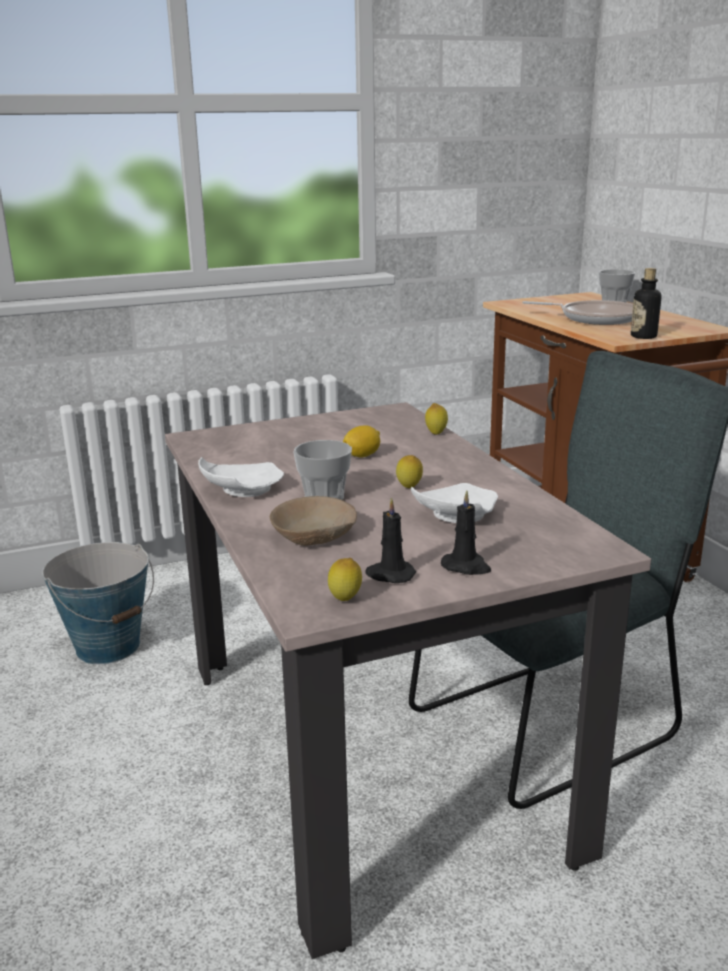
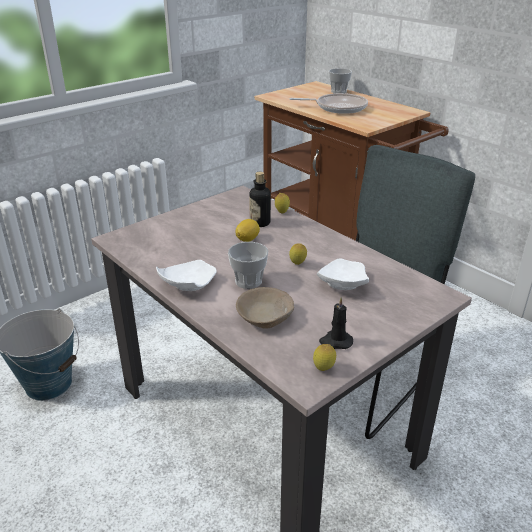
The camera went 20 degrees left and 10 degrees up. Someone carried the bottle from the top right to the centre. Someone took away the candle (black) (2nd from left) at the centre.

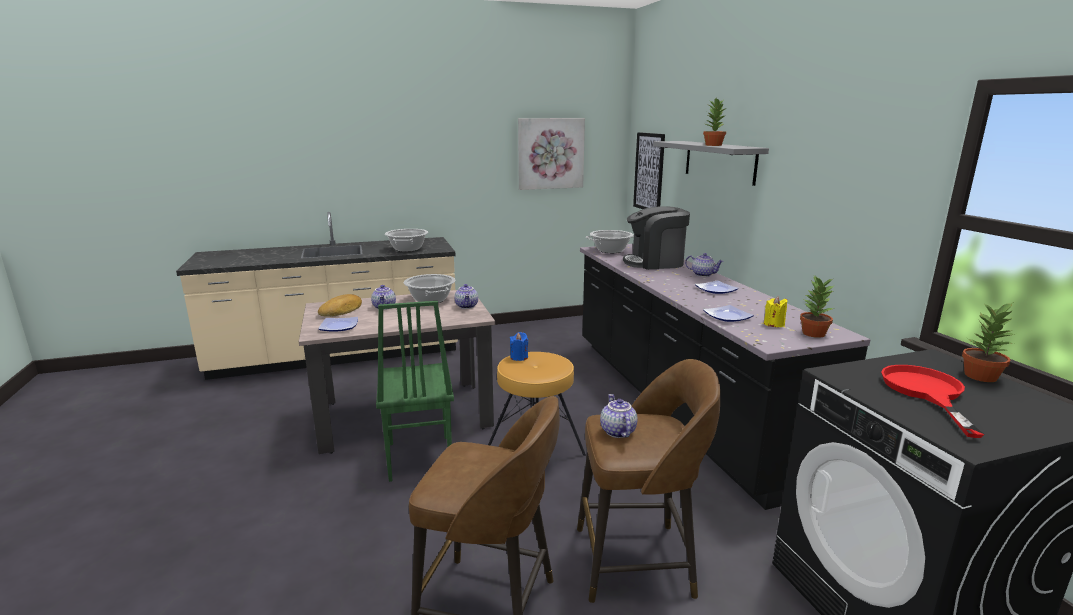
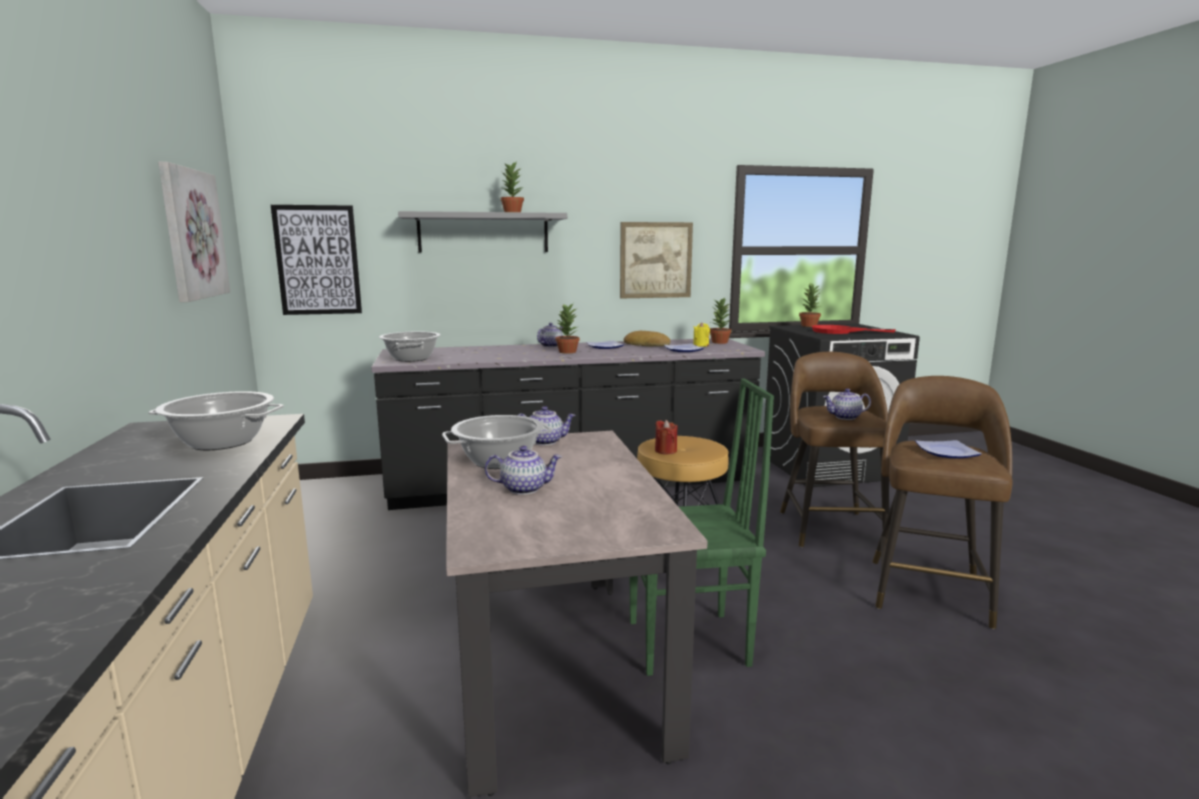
The camera went 85 degrees left and 5 degrees down. Someone put down the potted plant (2nd from left) at the centre. Someone put up the picture (3rd from left) at the top centre. Someone carried the bread from the middle left to the centre. Someone repainted the candle (blue) at the centre, which became the candle (red) at the centre. Someone carried the plate (1st from left in the first image) from the middle left to the middle right. Someone took away the coffee machine at the centre.

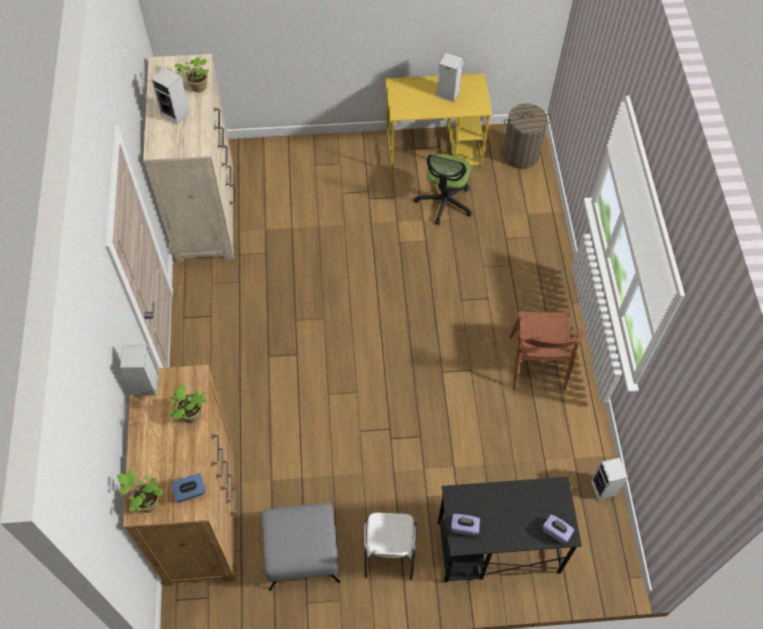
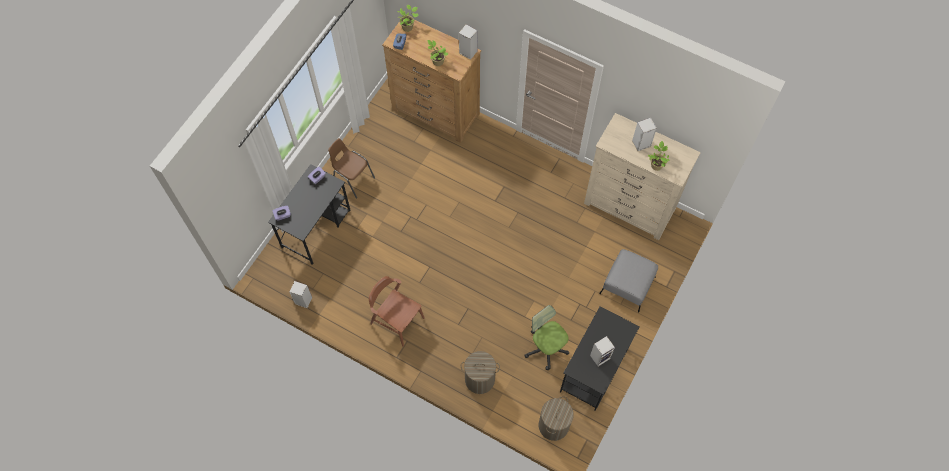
The camera went 125 degrees right and 5 degrees up. Someone repainted the chair (white) at the bottom centre, which became the chair (brown) (1st from left) at the centre. Someone put down the laundry basket (1st from left) at the bottom centre. Someone repainted the desk (yellow) at the top centre, which became the desk (black) (2nd from left) at the bottom centre. Someone carried the ottoman (grey) from the bottom centre to the centre.

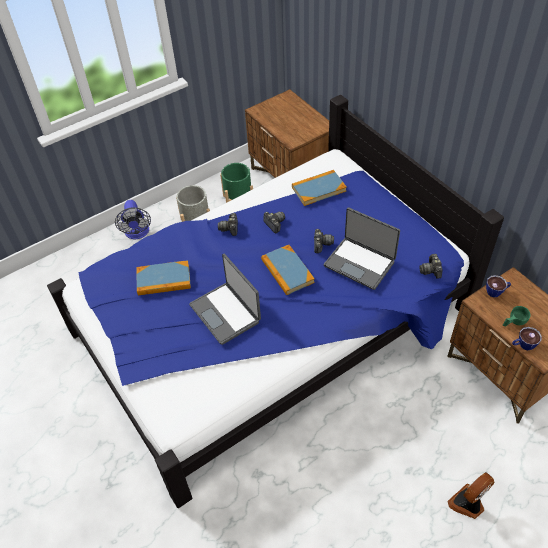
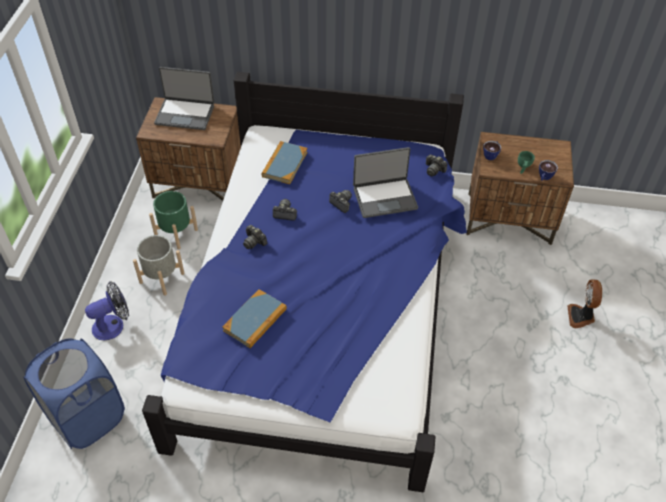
The camera went 50 degrees left and 0 degrees up. Someone put down the laundry basket (blue) at the bottom left. Someone rotated the fan (1st from left) at the middle left by 60 degrees counterclockwise. Someone carried the laptop (1st from left) from the centre to the top left. Someone took away the book (2nd from left) at the centre.

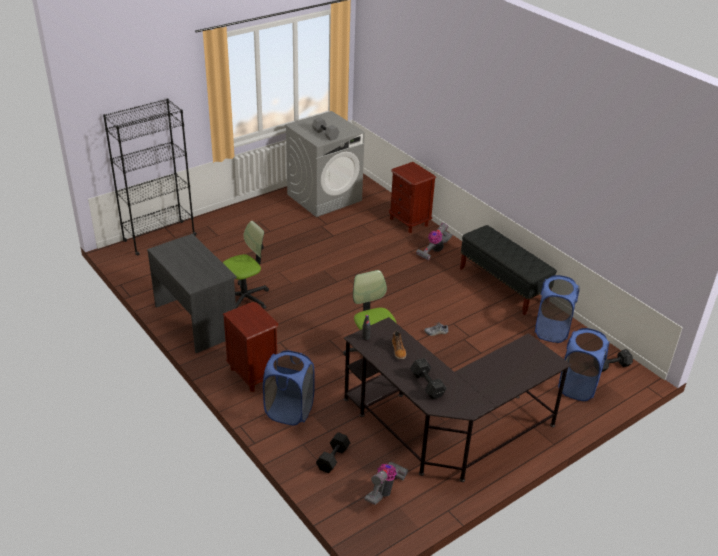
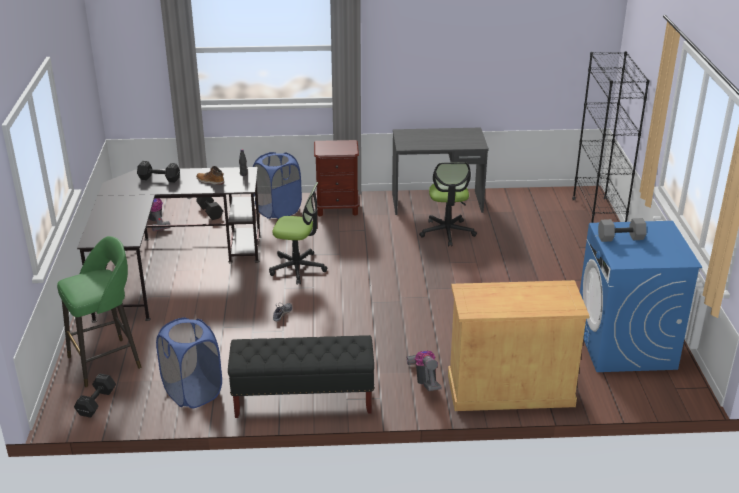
The camera went 125 degrees right and 5 degrees down. Someone swapped the laundry basket (blue) (3rd from left) at the middle right for the stool (green) at the middle left. Someone swapped the nightstand (brown) (2nd from left) at the centre for the cabinet (beige) at the bottom right. Someone repainted the washing machine (grey) at the top centre, which became the washing machine (blue) at the middle right.

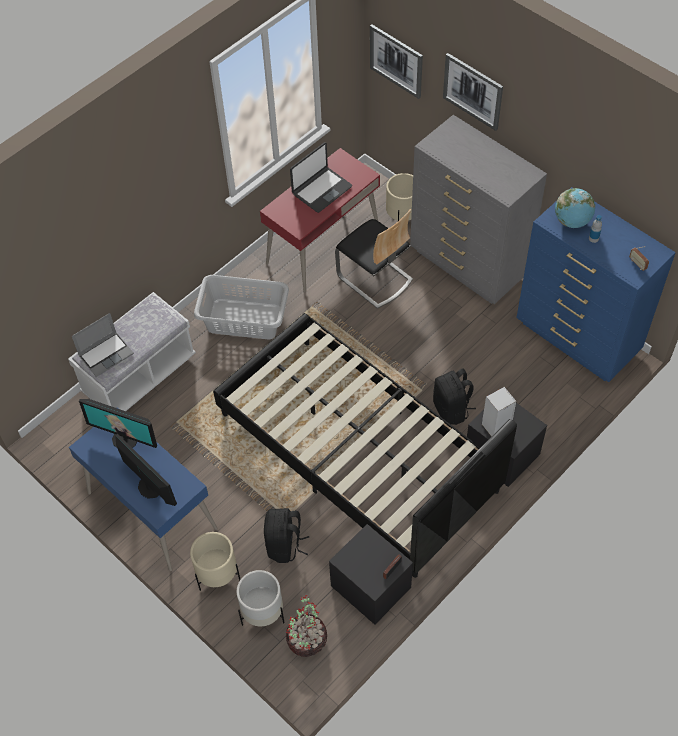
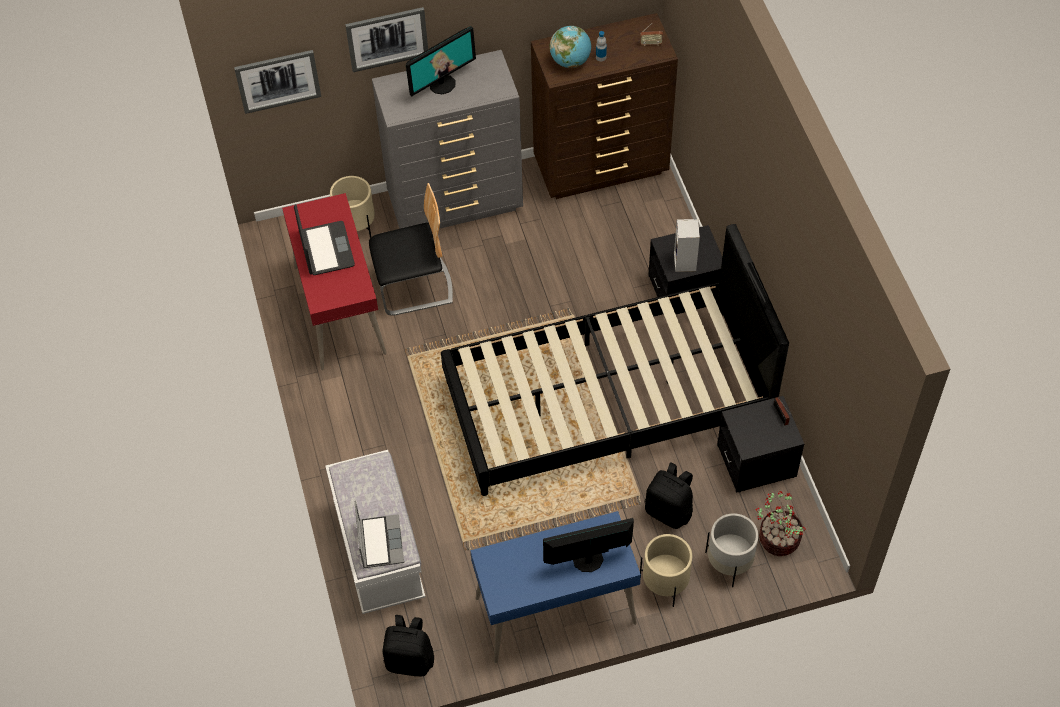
The camera went 60 degrees left and 0 degrees up. Someone carried the backpack (black) (2nd from left in the first image) from the middle right to the bottom centre. Someone carried the monitor (1st from left) from the middle left to the top centre. Someone repainted the dresser (blue) at the middle right, which became the dresser (brown) at the top centre. Someone took away the laundry basket (grey) at the centre.

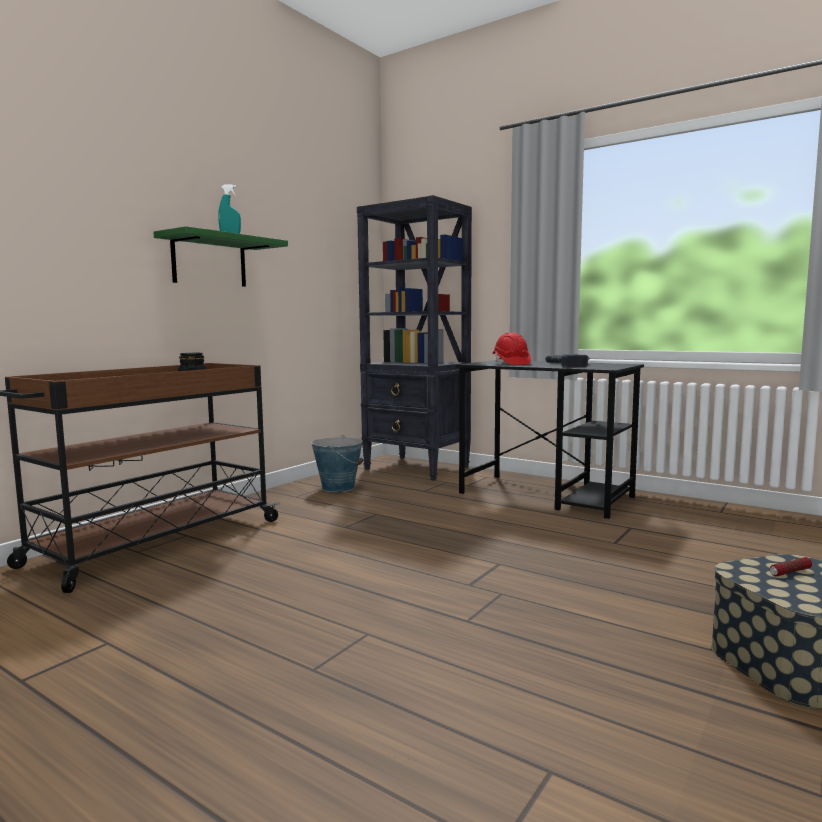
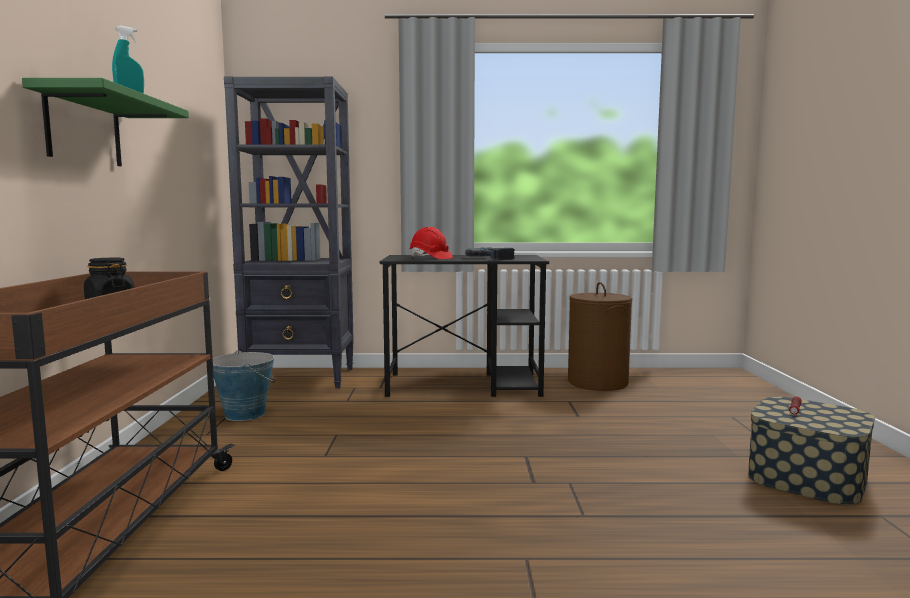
The camera went 35 degrees left and 0 degrees up. Someone put down the laundry basket (brown) at the centre.

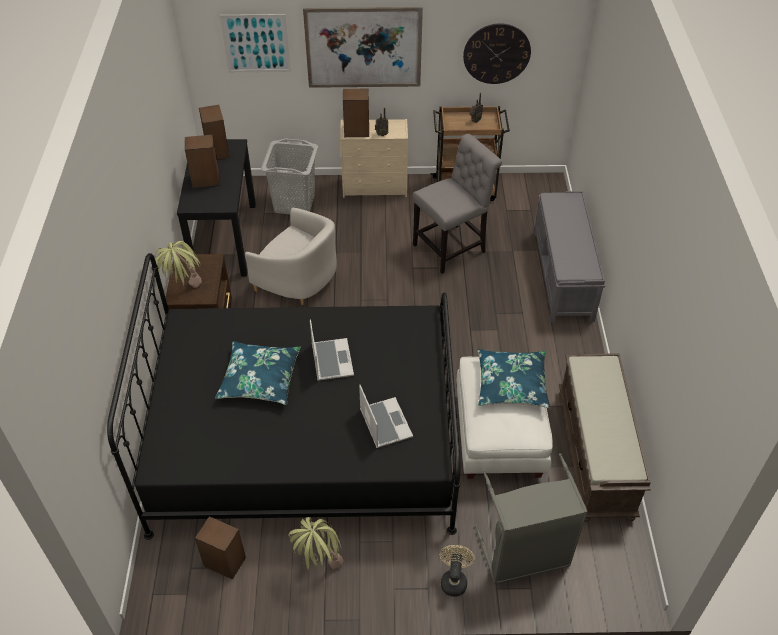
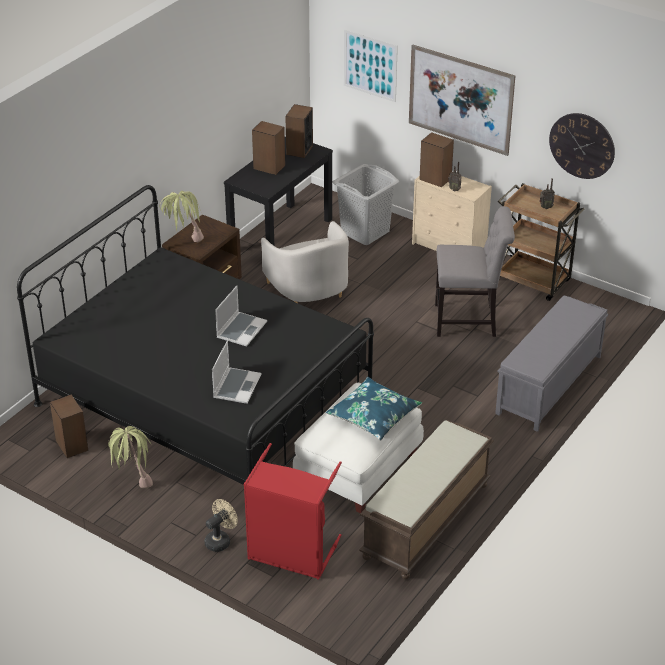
The camera went 35 degrees right and 10 degrees down. Someone repainted the laundry basket (grey) (2nd from left) at the bottom right, which became the laundry basket (red) at the bottom centre. Someone took away the pillow (blue) (1st from left) at the middle left.

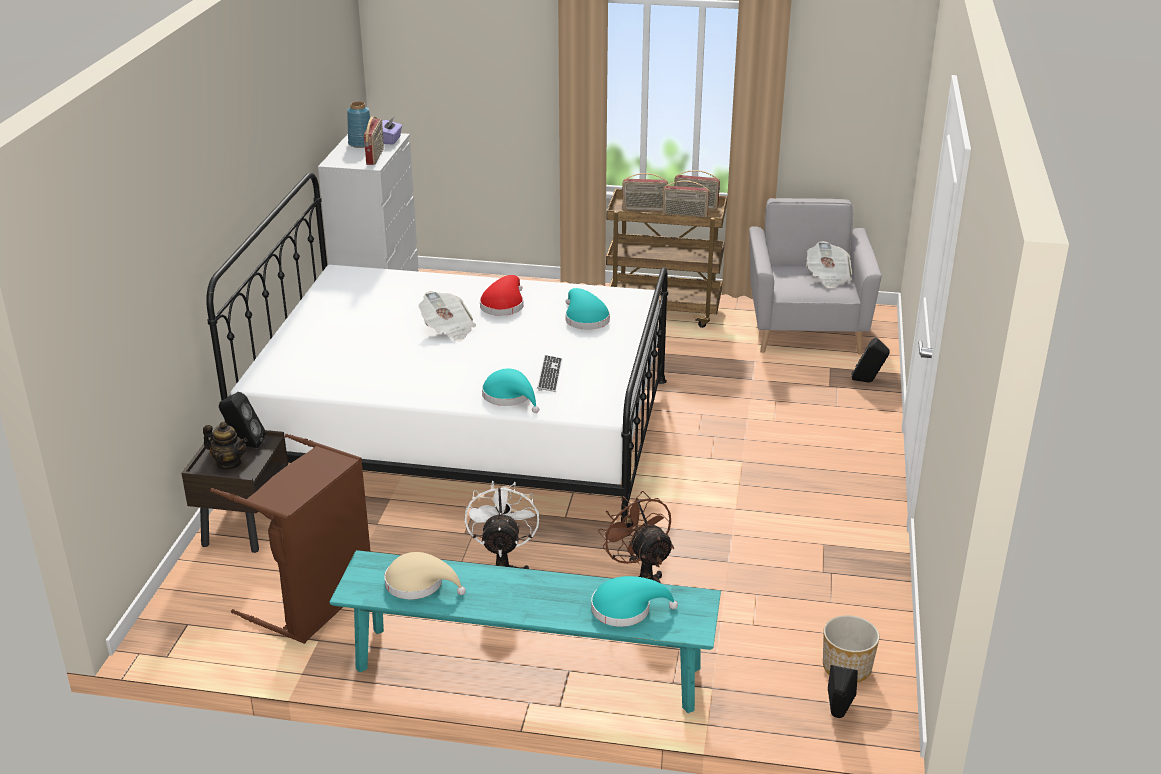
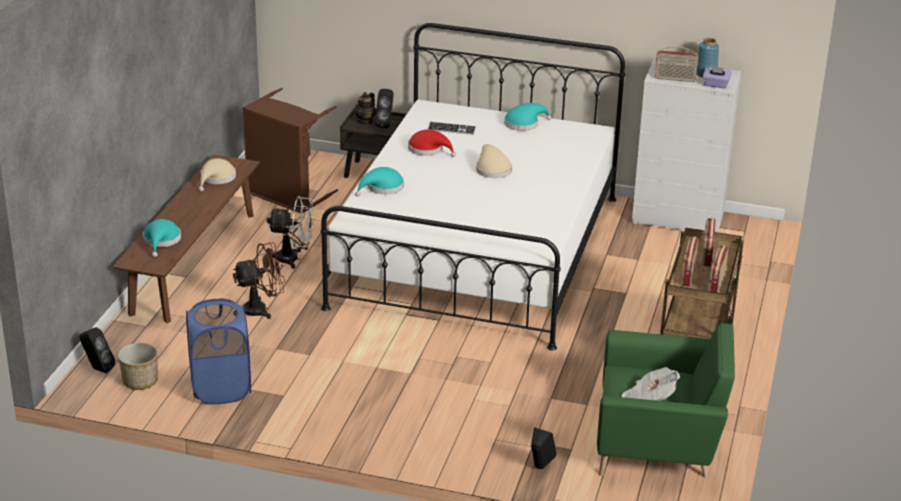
The camera went 95 degrees right and 0 degrees up. Someone repainted the bench (turquoise) at the bottom centre, which became the bench (brown) at the middle left. Someone put down the laundry basket (blue) at the bottom left. Someone carried the hat (red) from the centre to the top centre. Someone carried the keyboard from the centre to the top centre. Someone swapped the newspaper (1st from left) at the centre for the hat (beige) (2nd from left) at the top centre. Someone carried the hat (turquoise) (2nd from left in the first image) from the centre to the top centre. Someone repainted the armchair (grey) at the middle right, which became the armchair (green) at the bottom right.

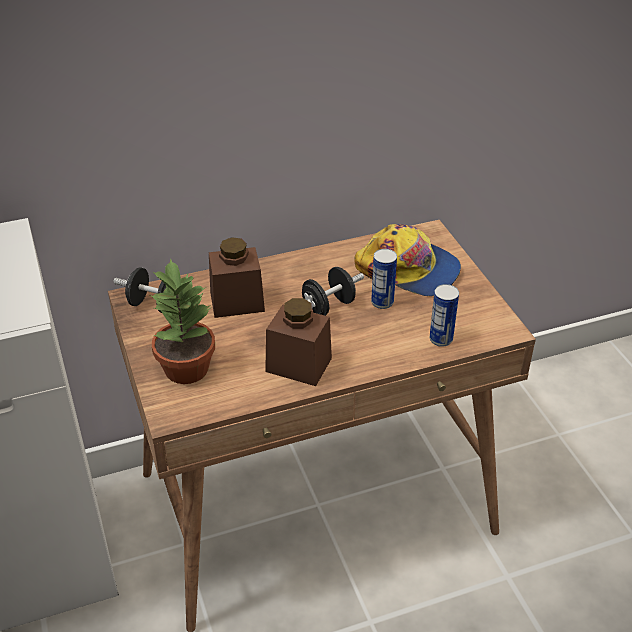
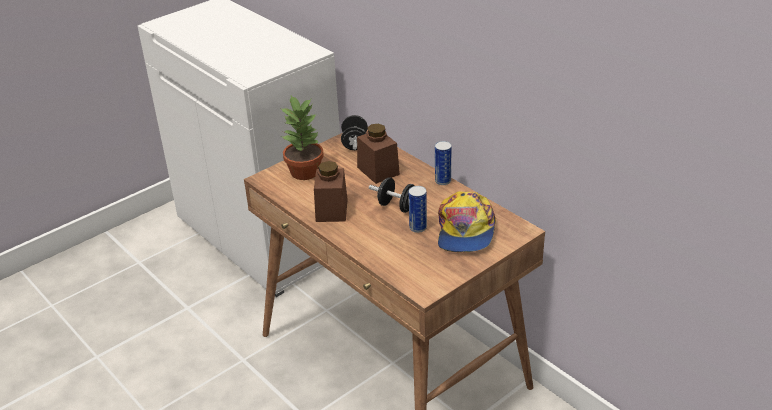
The camera went 70 degrees right and 5 degrees down. Someone carried the can (2nd from left) from the middle right to the centre.

